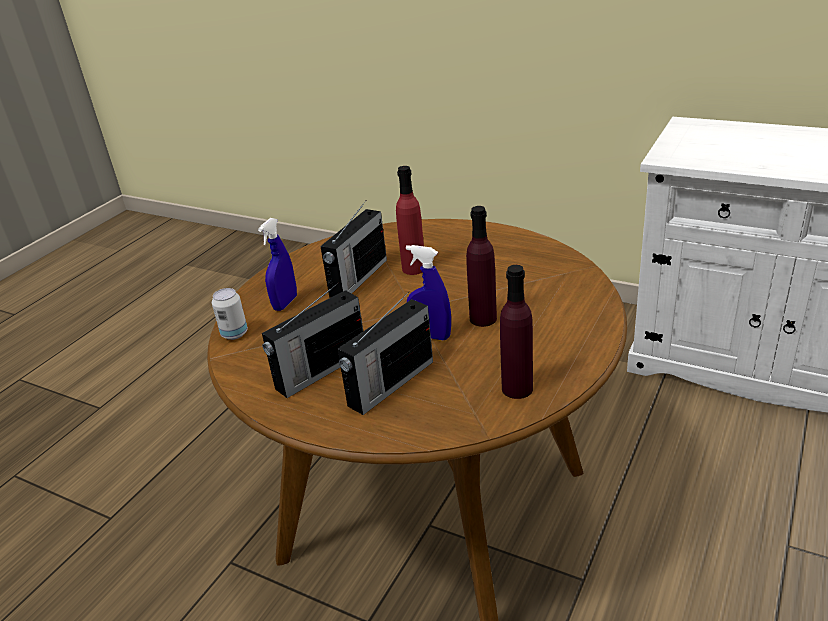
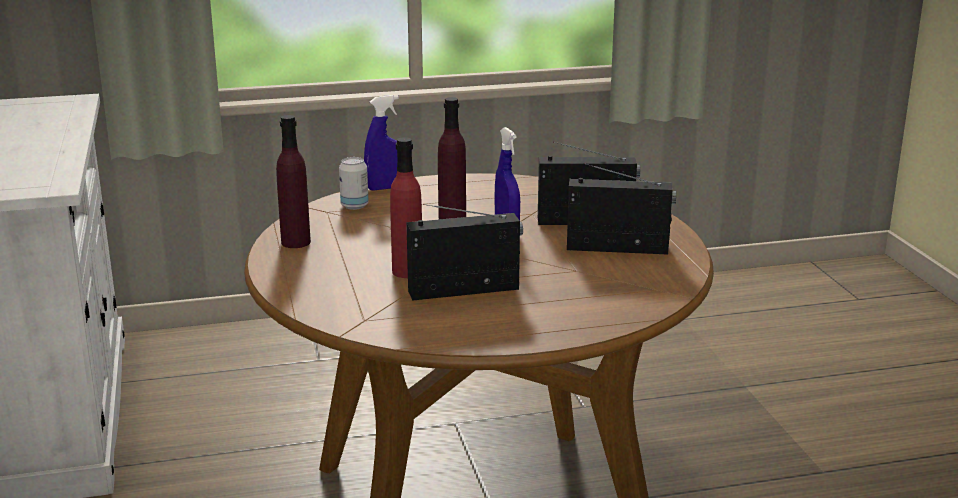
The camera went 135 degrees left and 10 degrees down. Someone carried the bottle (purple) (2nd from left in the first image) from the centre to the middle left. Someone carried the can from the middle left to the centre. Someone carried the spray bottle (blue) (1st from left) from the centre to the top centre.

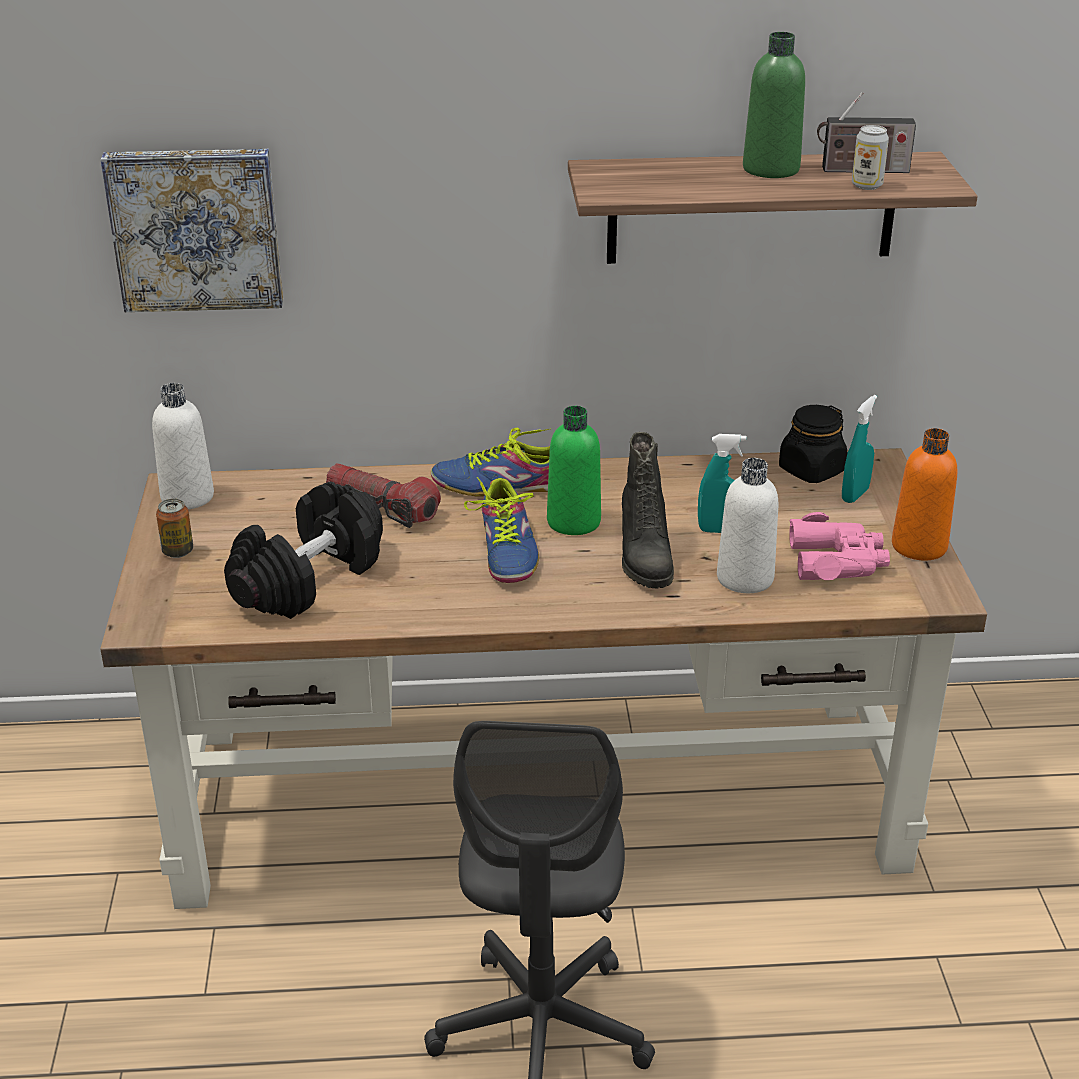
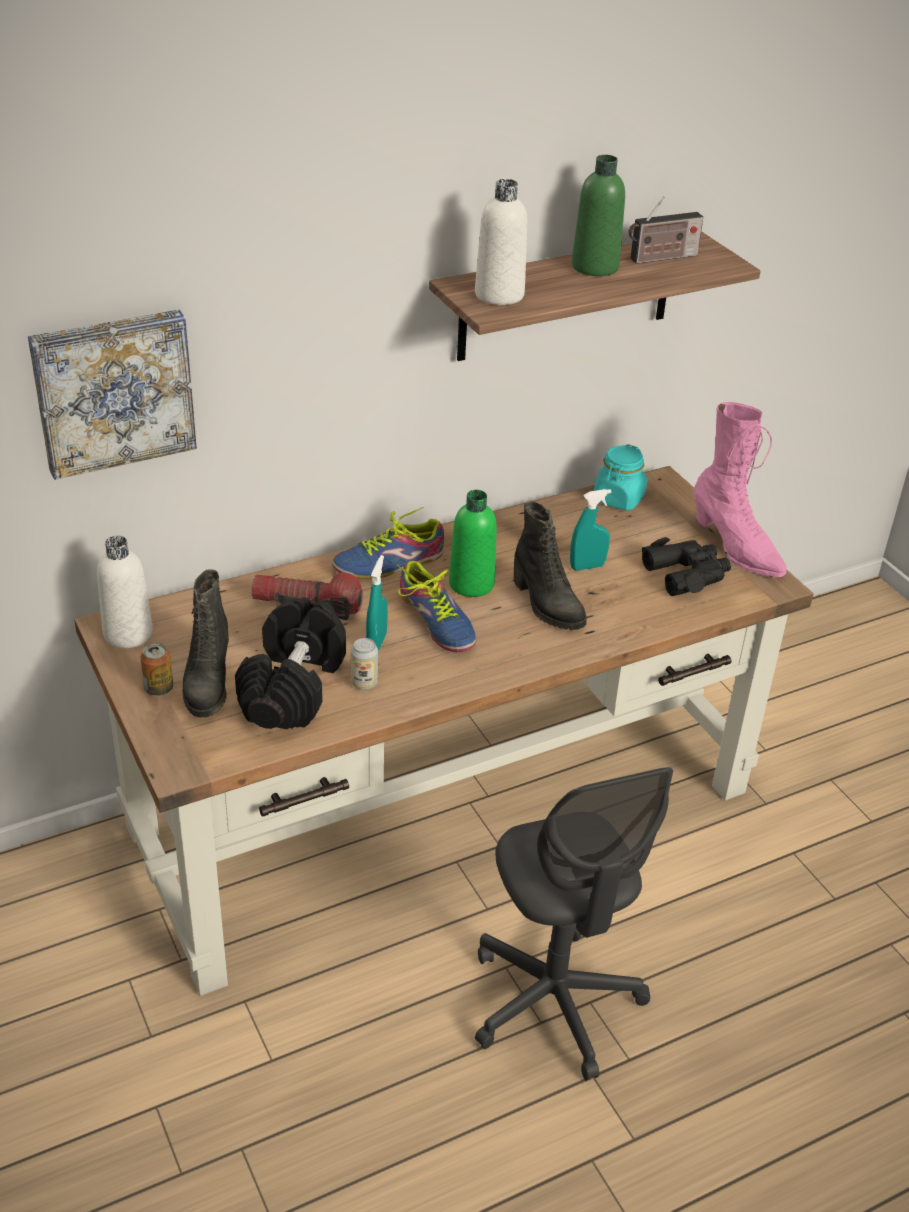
The camera went 25 degrees left and 5 degrees up. Someone put down the boot (black) (1st from left) at the middle left. Someone carried the can (2nd from left) from the top right to the centre. Someone carried the spray bottle (turquoise) (2nd from left in the first image) from the middle right to the centre. Someone carried the bottle (white) (2nd from left) from the middle right to the top centre. Someone repainted the jar (black) at the middle right, which became the jar (turquoise) at the middle right. Someone repainted the binoculars (pink) at the middle right, which became the binoculars (black) at the middle right. Someone swapped the bottle (orange) at the middle right for the boot (pink) at the middle right.

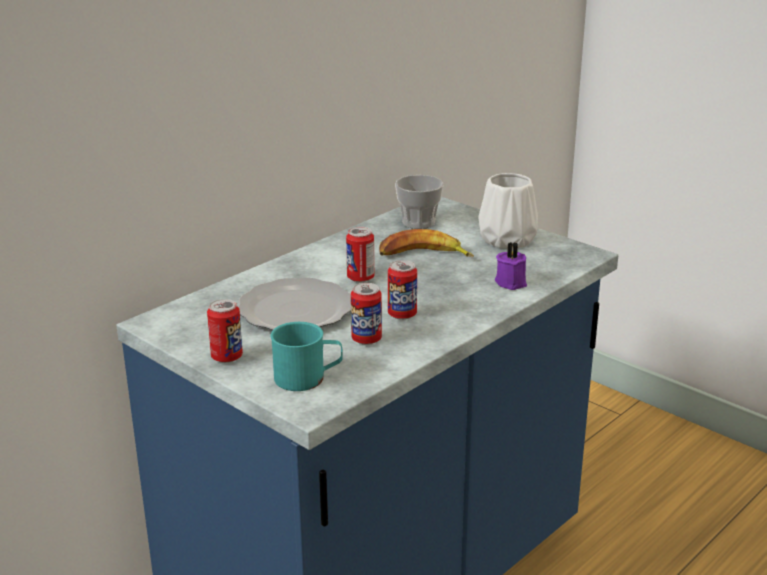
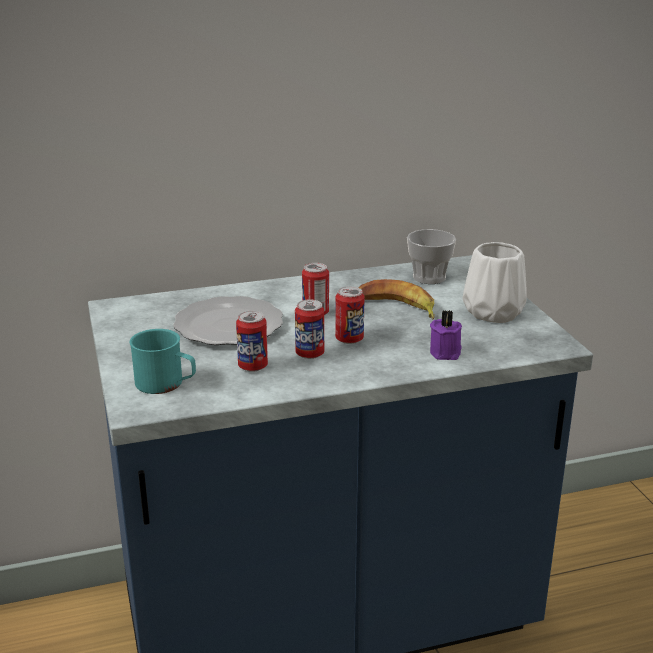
The camera went 30 degrees right and 0 degrees up. Someone carried the can (1st from left in the first image) from the middle left to the centre.

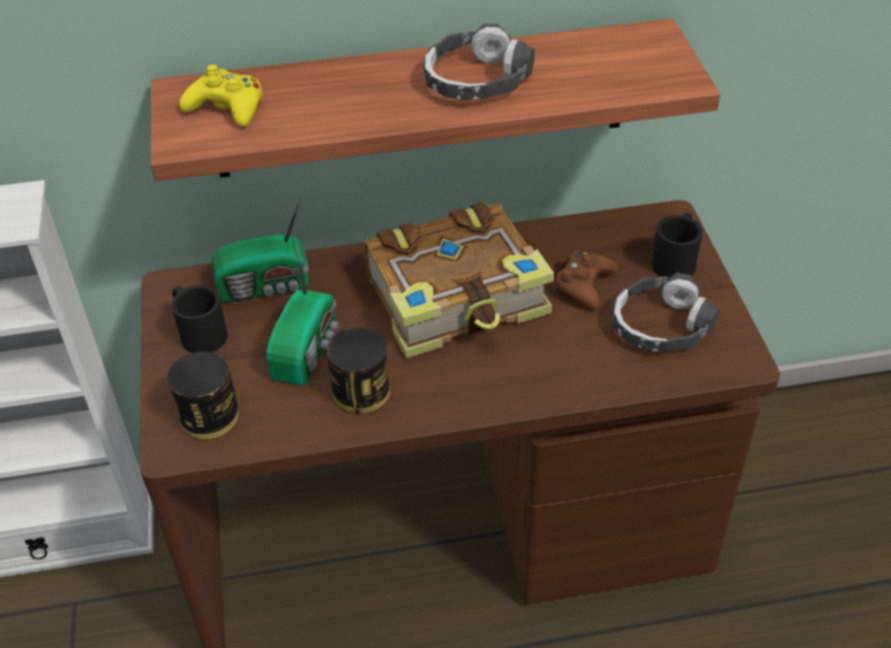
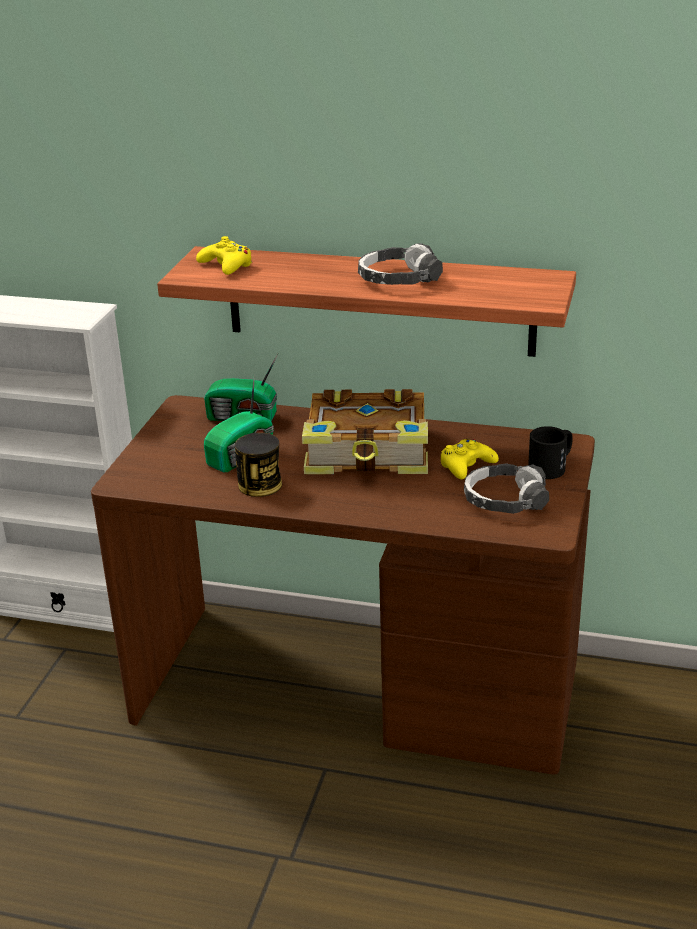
The camera went 25 degrees right and 15 degrees down. Someone repainted the game controller (brown) at the centre, which became the game controller (yellow) (2nd from left) at the middle right. Someone took away the can (1st from left) at the middle left. Someone took away the mug (black) (1st from left) at the middle left.

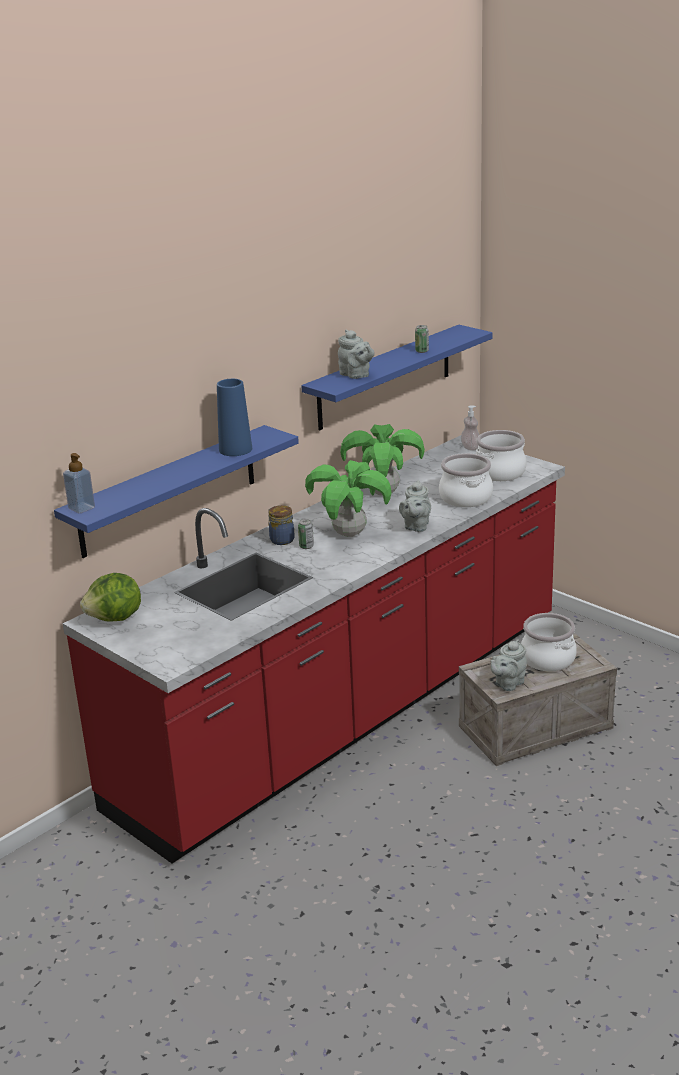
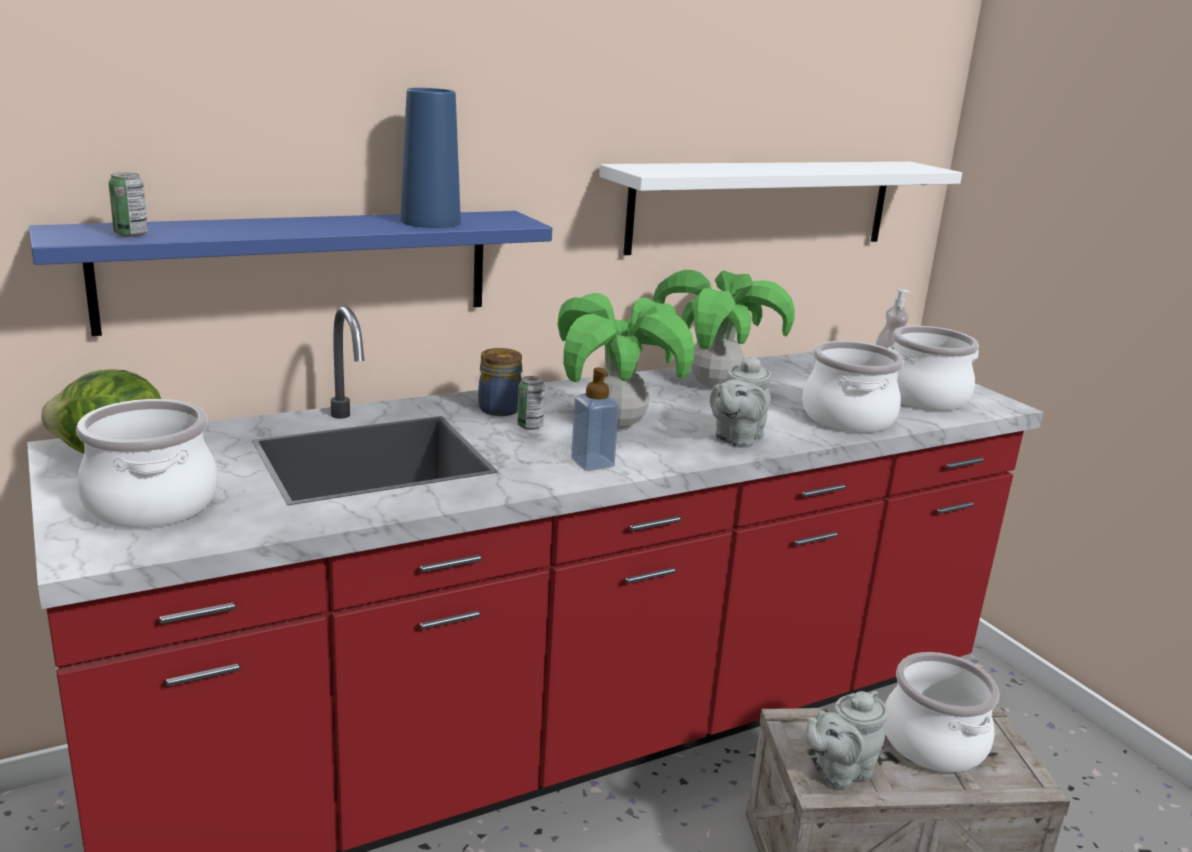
The camera went 15 degrees right and 5 degrees down. Someone put down the cooking pot (1st from left) at the middle left. Someone carried the can (2nd from left in the first image) from the top centre to the top left. Someone carried the soap dispenser (1st from left) from the middle left to the centre. Someone repainted the shelf (blue) (2nd from left) at the centre, which became the shelf (white) at the top centre. Someone took away the teapot (grey) (1st from left) at the top centre.

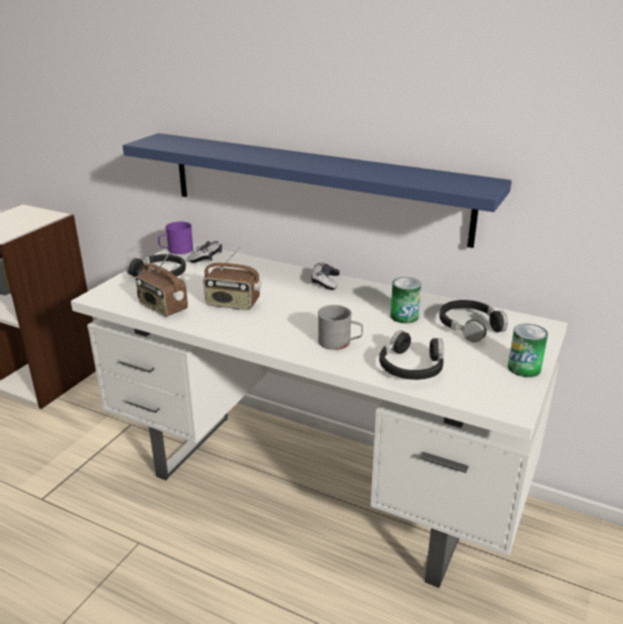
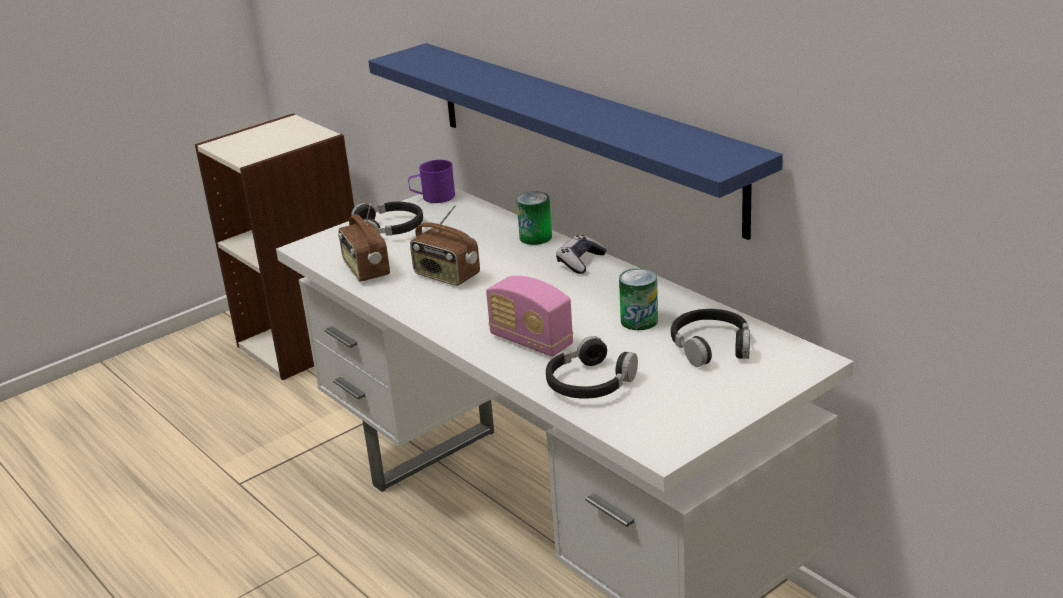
The camera went 25 degrees right and 0 degrees up. Someone swapped the mug (grey) at the centre for the radio (3rd from left) at the centre. Someone carried the can (2nd from left in the first image) from the middle right to the centre. Someone took away the game controller (1st from left) at the middle left.

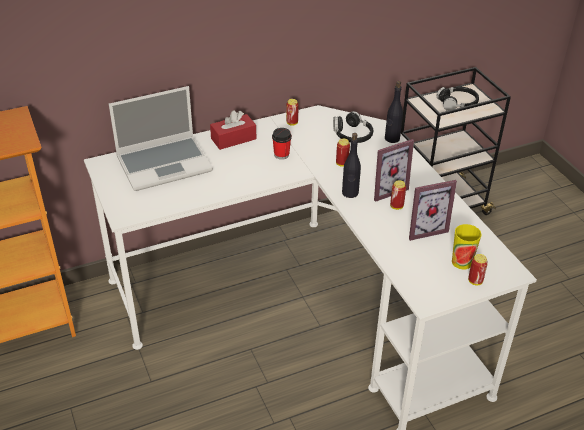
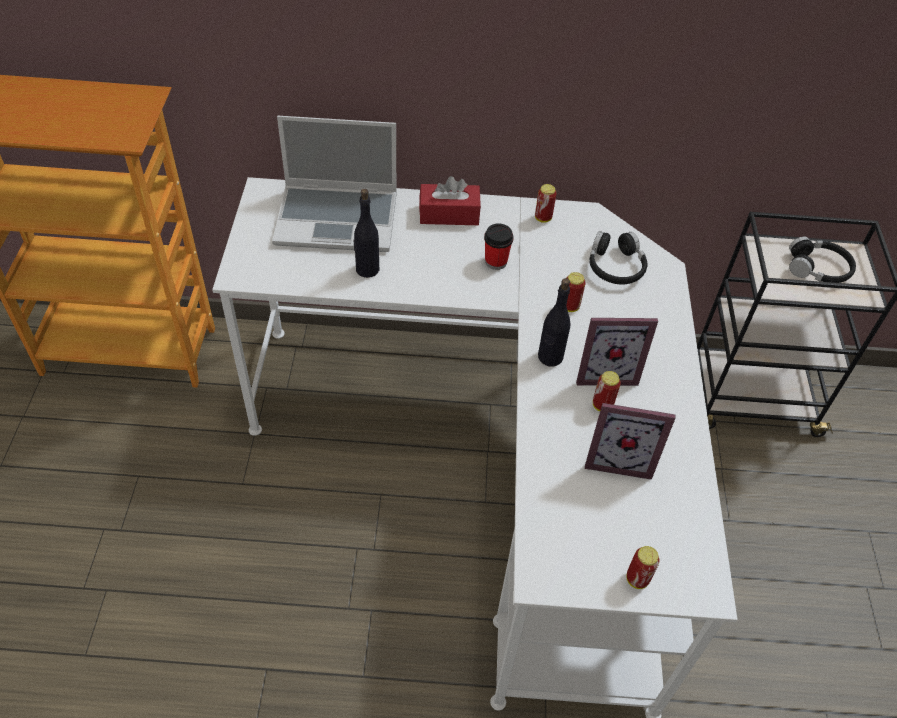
The camera went 25 degrees right and 10 degrees up. Someone carried the bottle (black) (2nd from left in the first image) from the top right to the top centre. Someone took away the cup (2nd from left) at the middle right.

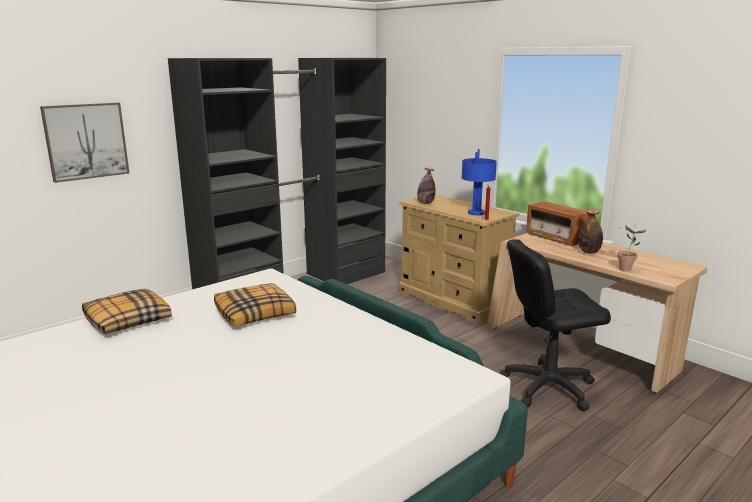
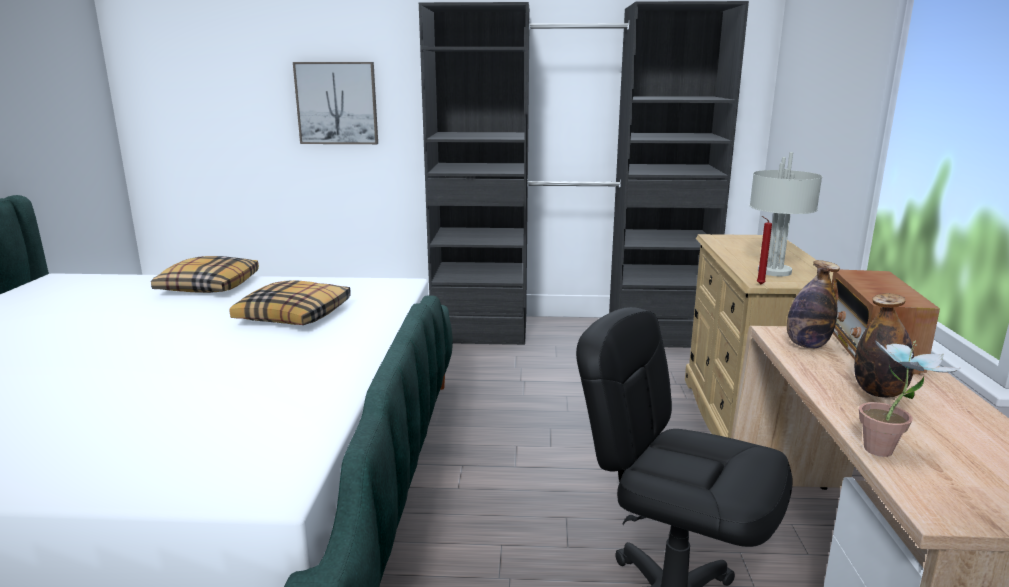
The camera went 45 degrees right and 0 degrees up. Someone repainted the table lamp (blue) at the centre, which became the table lamp (grey) at the middle right. Someone carried the bottle (1st from left) from the centre to the middle right.

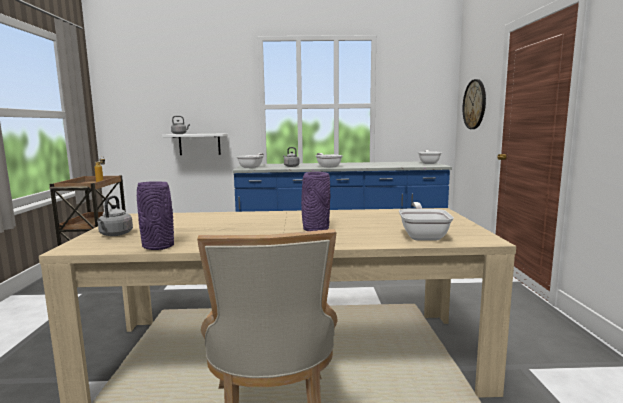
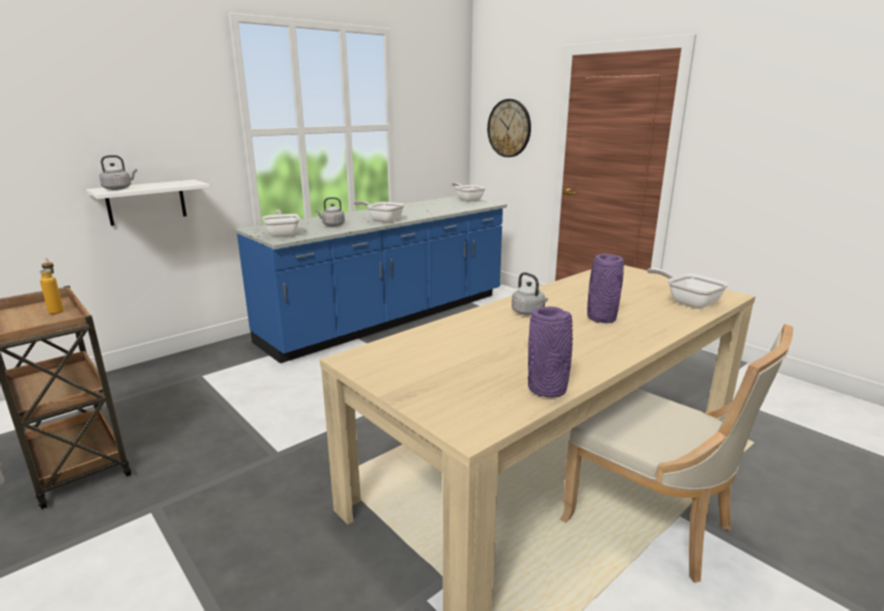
The camera went 40 degrees left and 10 degrees up. Someone carried the kettle (grey) (1st from left in the first image) from the middle left to the centre.

